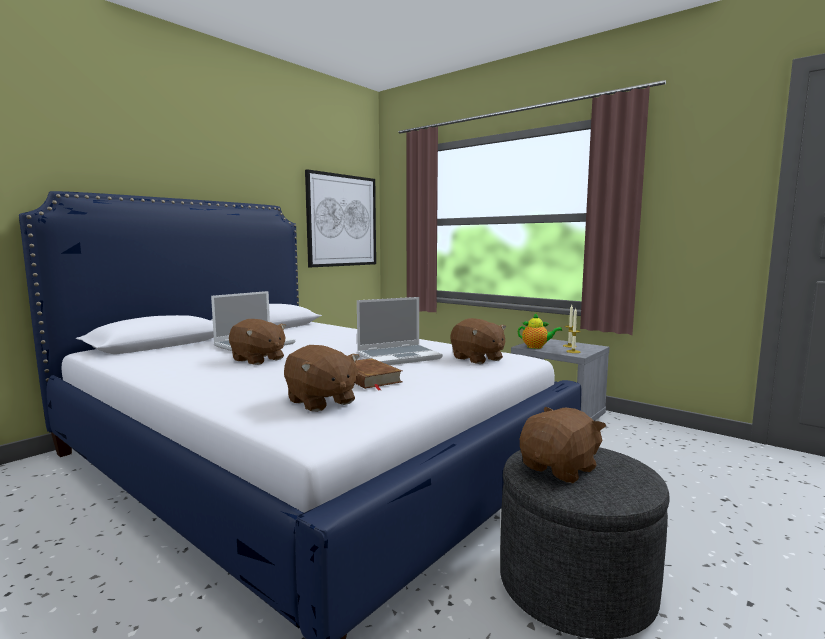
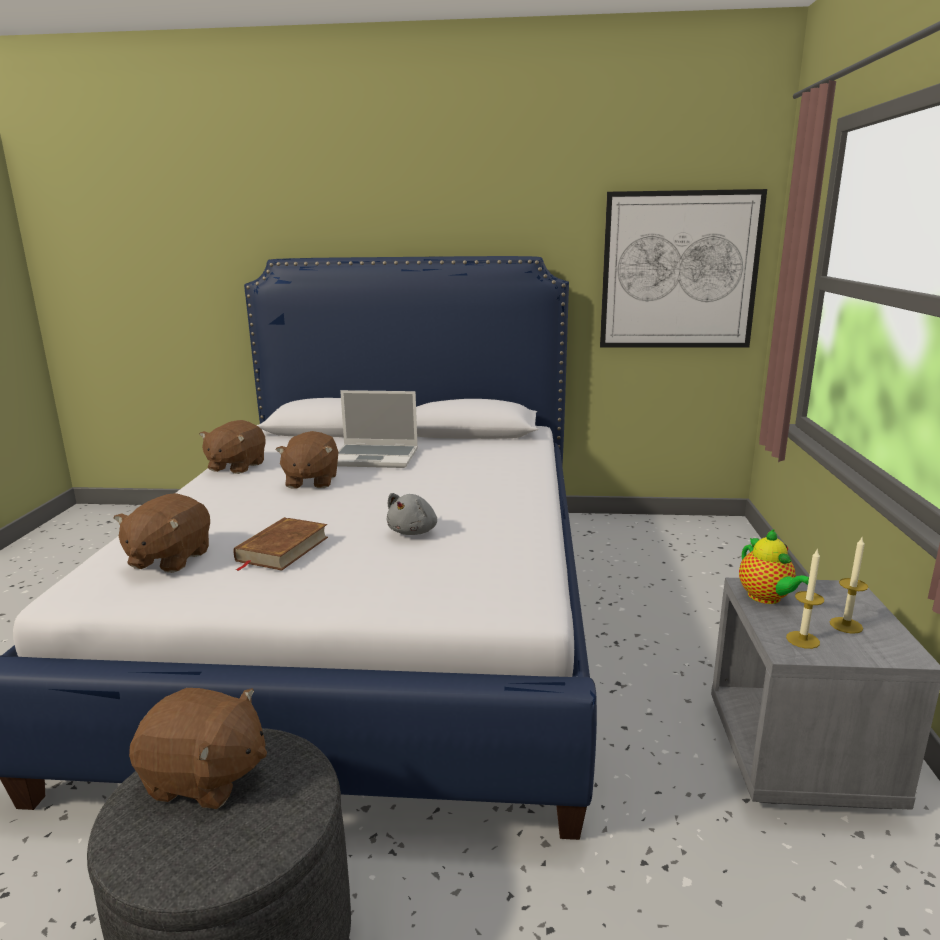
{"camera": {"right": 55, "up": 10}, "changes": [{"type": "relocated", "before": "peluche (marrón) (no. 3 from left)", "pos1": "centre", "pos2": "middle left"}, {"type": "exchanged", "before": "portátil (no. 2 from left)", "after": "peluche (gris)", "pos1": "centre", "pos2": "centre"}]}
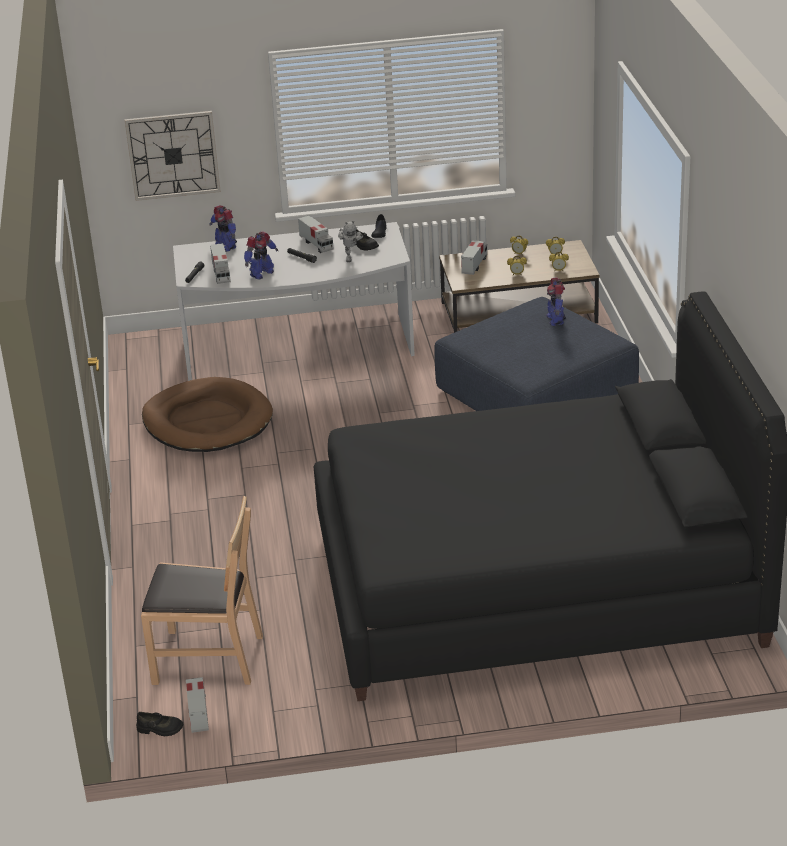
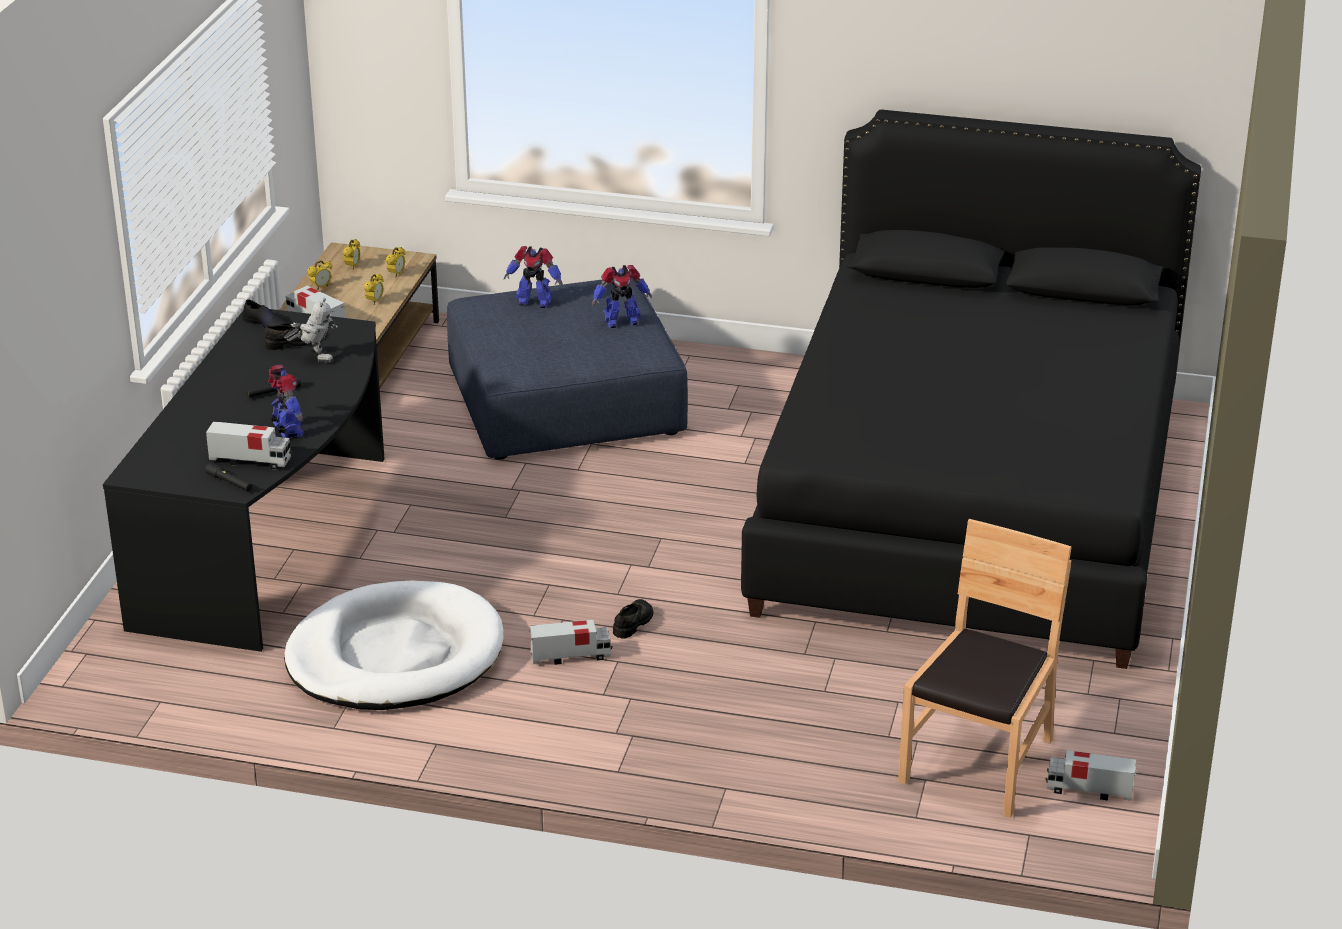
{"camera": {"right": -70, "up": 0}, "changes": [{"type": "colour", "before": "escritorio (blanco)", "after": "escritorio (negro)", "pos1": "centre", "pos2": "middle left"}, {"type": "colour", "before": "cama para perro (marrón)", "after": "cama para perro (blanco)", "pos1": "middle left", "pos2": "bottom left"}, {"type": "relocated", "before": "camión de juguete (no. 3 from left)", "pos1": "top centre", "pos2": "bottom centre"}, {"type": "relocated", "before": "robot de juguete (no. 1 from left in the first image)", "after": "robot de juguete (no. 4 from left)", "pos1": "top left", "pos2": "top centre"}, {"type": "relocated", "before": "zapato (negro) (no. 1 from left in the first image)", "after": "zapato (negro) (no. 3 from left)", "pos1": "bottom left", "pos2": "centre"}, {"type": "missing", "before": "reloj de pared", "pos1": "top left"}]}
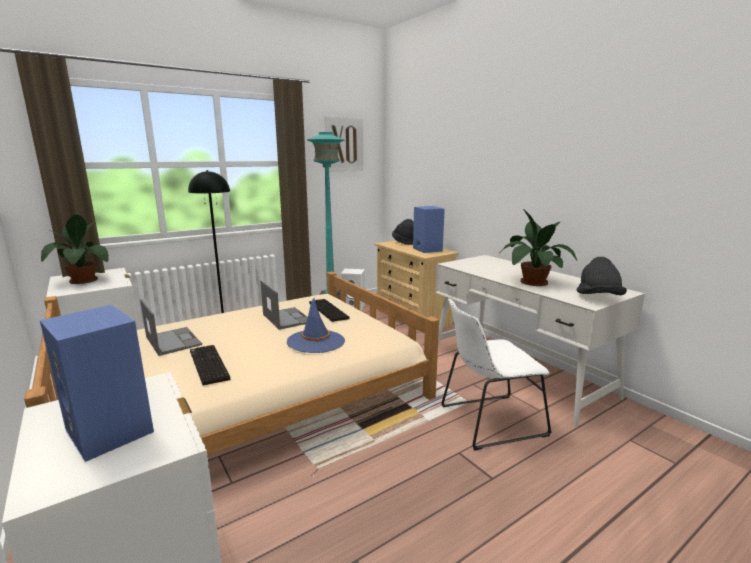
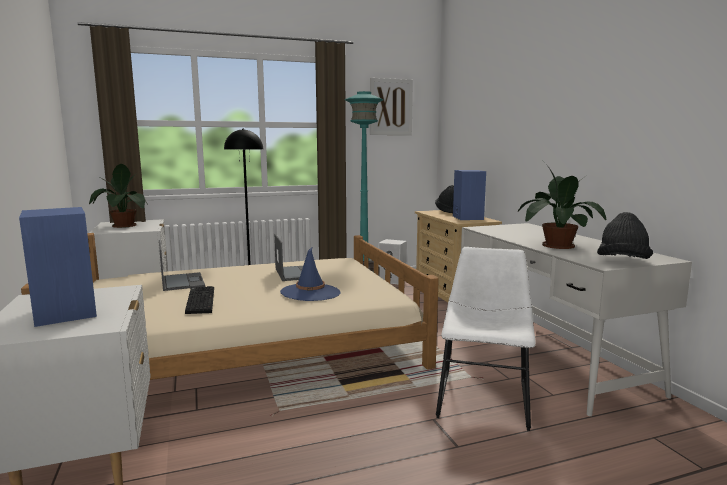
{"camera": {"right": 15, "up": -5}, "changes": [{"type": "spun", "before": "silla (blanco)", "pos1": "centre", "pos2": "bottom right", "turn": 105}, {"type": "missing", "before": "teclado (no. 2 from left)", "pos1": "centre"}]}
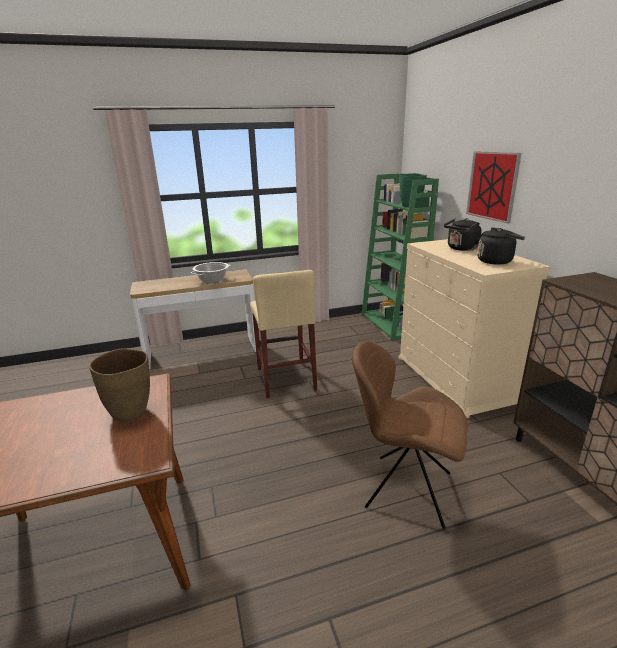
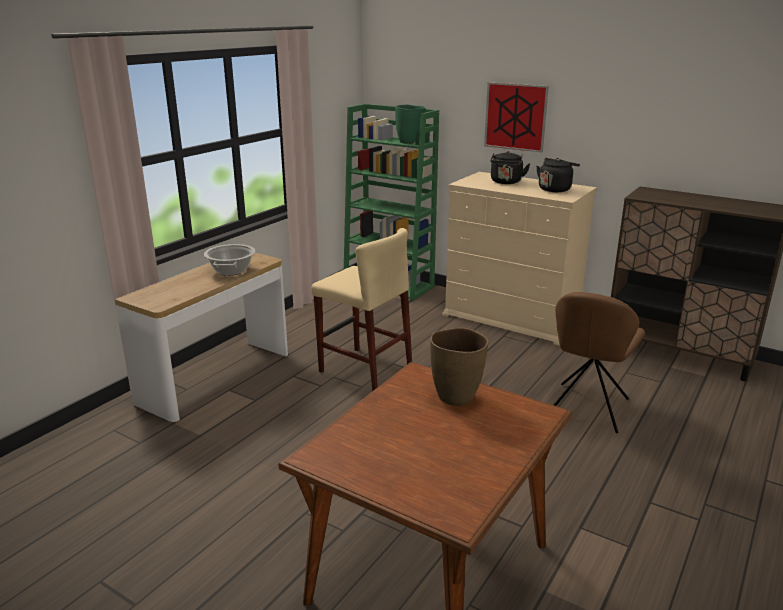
{"camera": {"right": -40, "up": 0}, "changes": [{"type": "spun", "before": "silla (marrón)", "pos1": "bottom centre", "pos2": "middle right", "turn": -45}]}
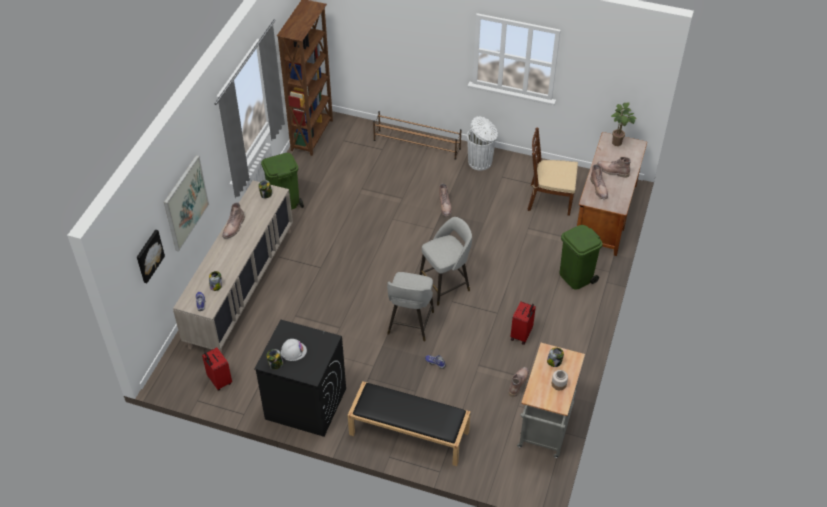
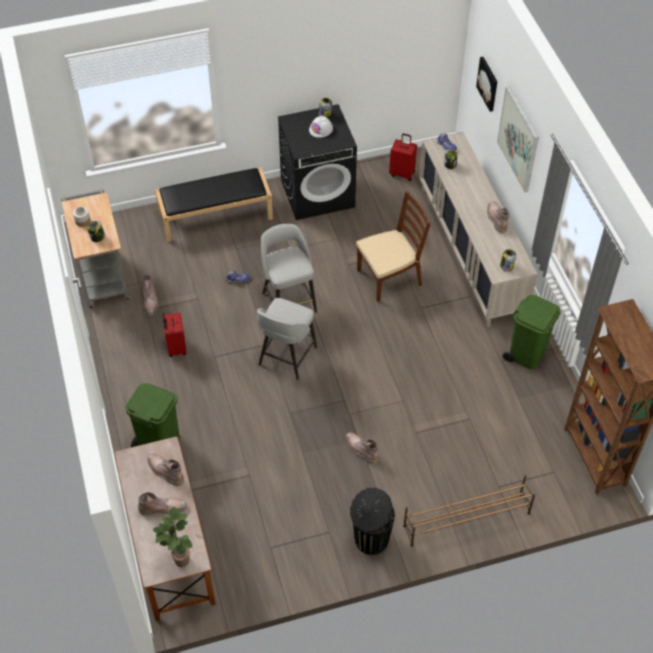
{"camera": {"right": 145, "up": 5}, "changes": [{"type": "colour", "before": "papelera (blanco)", "after": "papelera (negro)", "pos1": "top centre", "pos2": "bottom centre"}, {"type": "relocated", "before": "silla (marrón)", "pos1": "middle right", "pos2": "centre"}]}
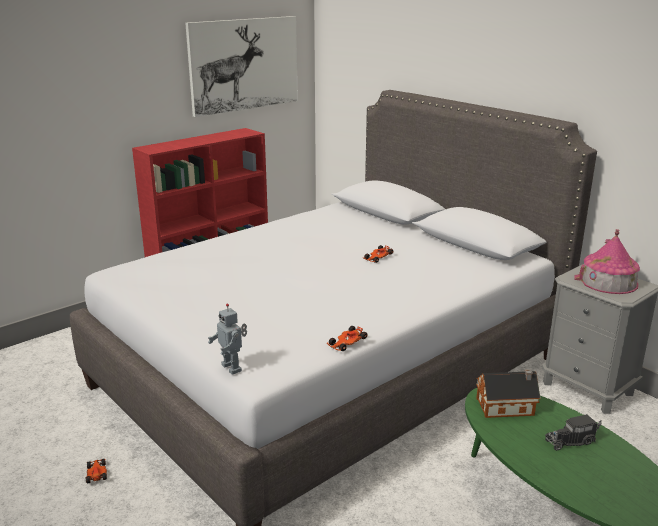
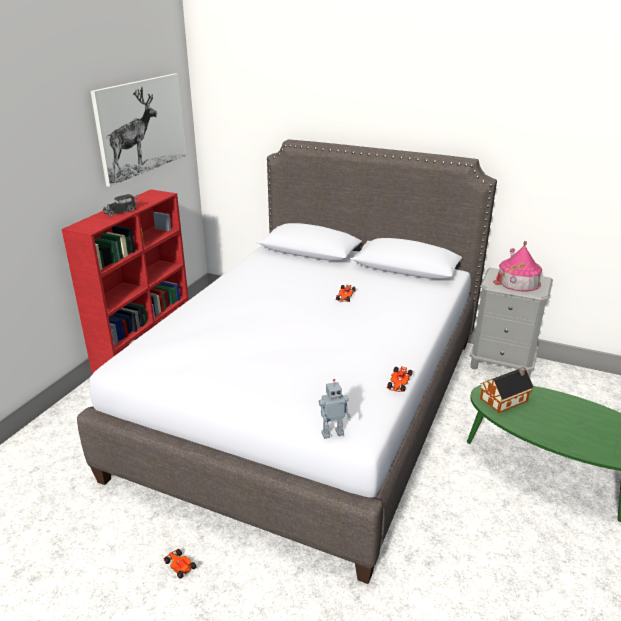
{"camera": {"right": -25, "up": 5}, "changes": [{"type": "relocated", "before": "camión de juguete", "pos1": "bottom right", "pos2": "top left"}, {"type": "spun", "before": "robot de juguete", "pos1": "centre", "pos2": "centre", "turn": -45}]}
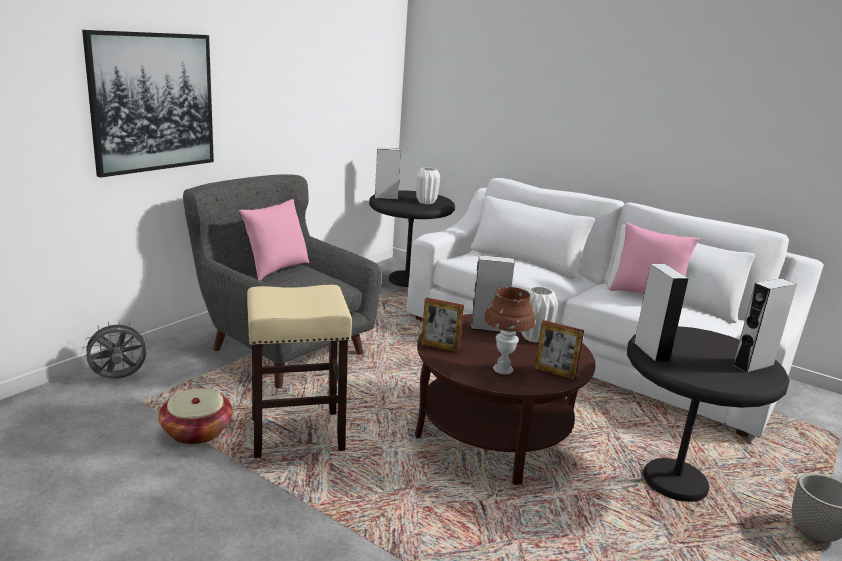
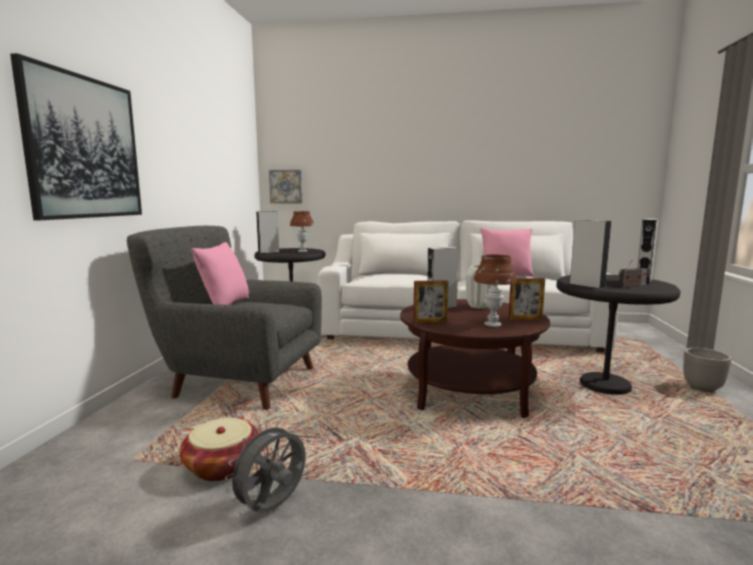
{"camera": {"right": -25, "up": -10}, "changes": [{"type": "relocated", "before": "ventilador (gris)", "pos1": "middle left", "pos2": "bottom centre"}, {"type": "appeared", "after": "cuadro (no. 2 from left)", "pos2": "top centre"}, {"type": "exchanged", "before": "florero (blanco) (no. 1 from left)", "after": "lámpara de mesa (marrón) (no. 1 from left)", "pos1": "top centre", "pos2": "centre"}, {"type": "appeared", "after": "radio", "pos2": "middle right"}, {"type": "missing", "before": "taburete (beis)", "pos1": "centre"}]}
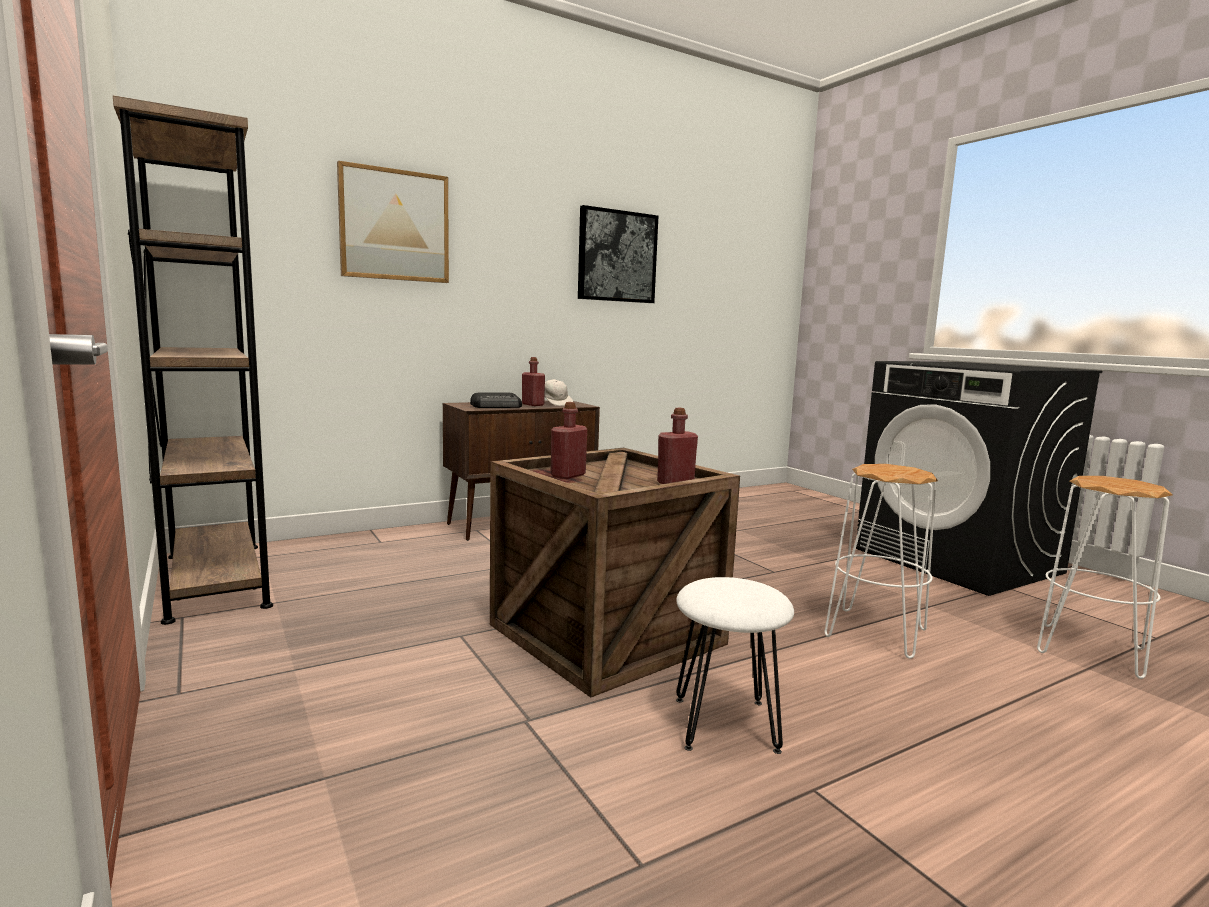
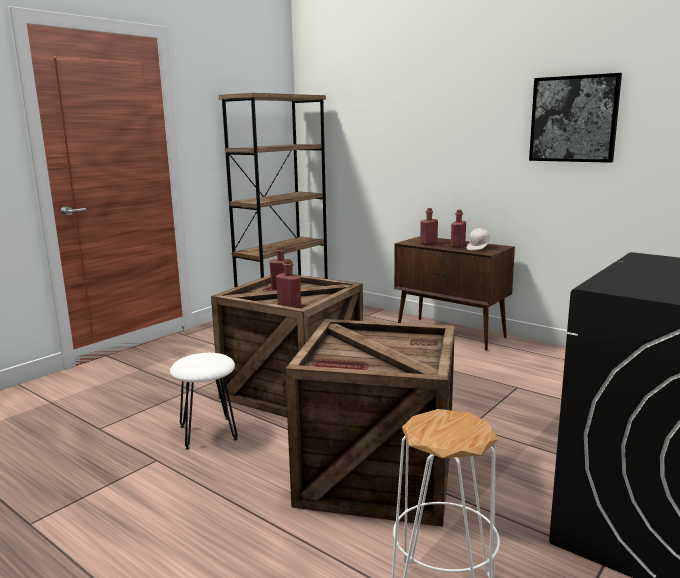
{"camera": {"right": 70, "up": 5}, "changes": [{"type": "exchanged", "before": "taburete (blanco) (no. 2 from left)", "after": "caja de embalaje (no. 2 from left)", "pos1": "middle right", "pos2": "bottom centre"}, {"type": "exchanged", "before": "radio", "after": "botella (rojo) (no. 3 from left)", "pos1": "centre", "pos2": "centre"}, {"type": "missing", "before": "cuadro (no. 1 from left)", "pos1": "top left"}]}
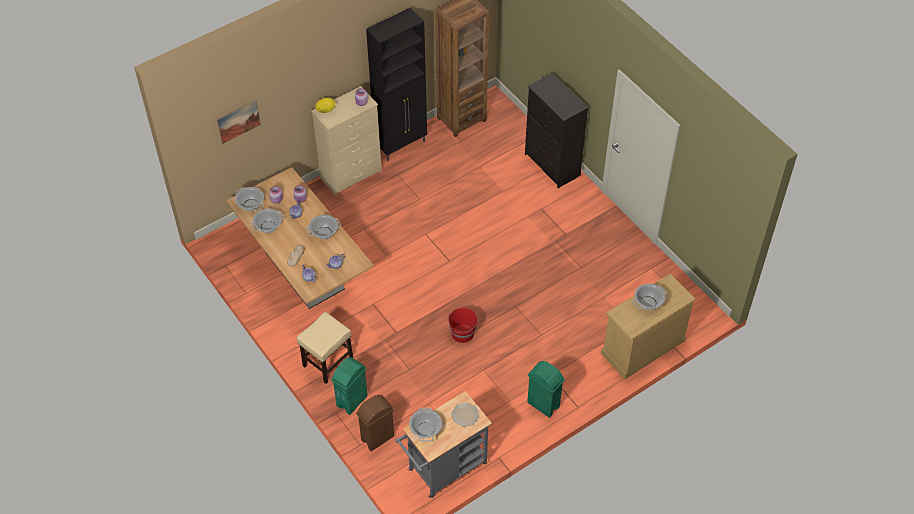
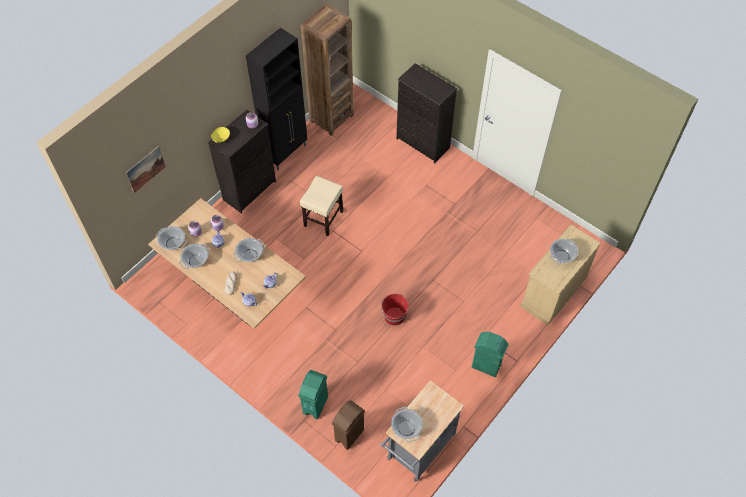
{"camera": {"right": -15, "up": 5}, "changes": [{"type": "colour", "before": "cómoda (beis) (no. 1 from left)", "after": "cómoda (negro) (no. 1 from left)", "pos1": "top centre", "pos2": "top left"}, {"type": "relocated", "before": "taburete (beis)", "pos1": "bottom centre", "pos2": "centre"}, {"type": "missing", "before": "plato", "pos1": "bottom centre"}]}
